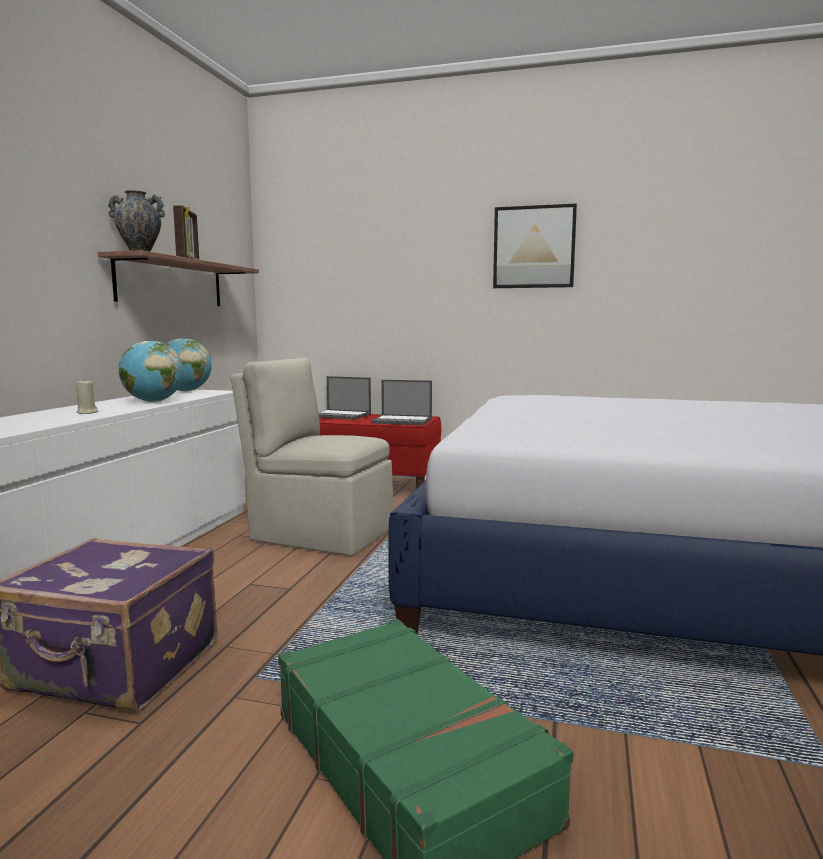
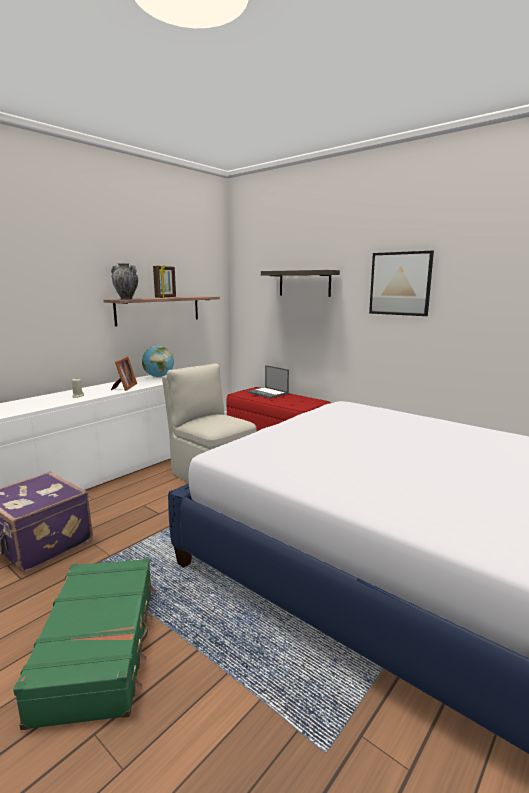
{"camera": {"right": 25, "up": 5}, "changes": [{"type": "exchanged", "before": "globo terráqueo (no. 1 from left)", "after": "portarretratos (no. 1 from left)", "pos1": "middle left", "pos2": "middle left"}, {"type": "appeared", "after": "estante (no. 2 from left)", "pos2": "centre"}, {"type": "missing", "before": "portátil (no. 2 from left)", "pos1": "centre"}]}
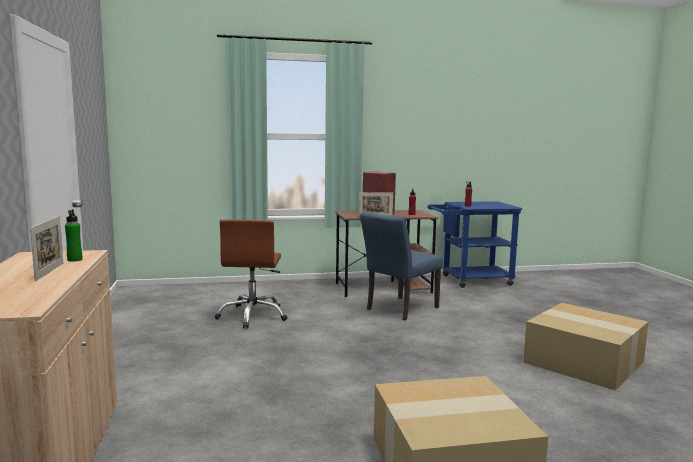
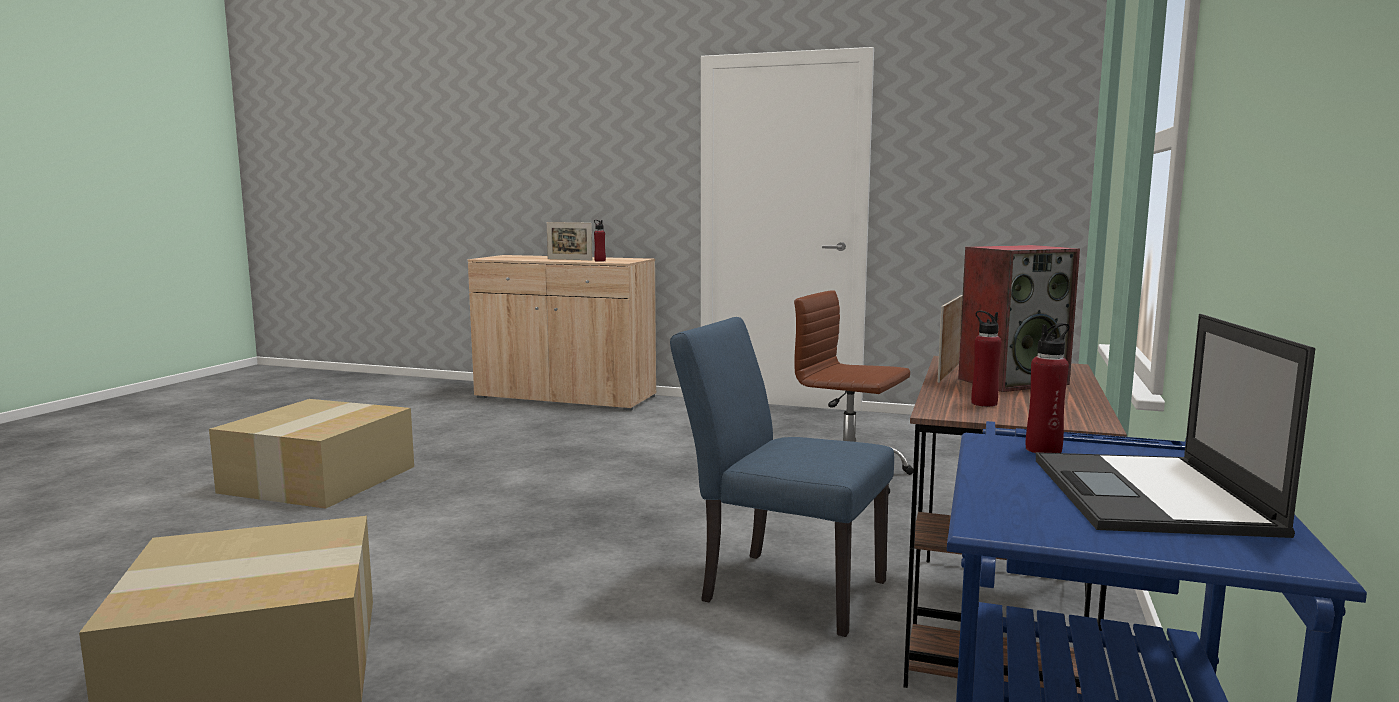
{"camera": {"right": 120, "up": 0}, "changes": [{"type": "colour", "before": "botella (verde)", "after": "botella (rojo) (no. 1 from left)", "pos1": "middle left", "pos2": "centre"}, {"type": "spun", "before": "silla (azul)", "pos1": "centre", "pos2": "bottom centre", "turn": -45}, {"type": "appeared", "after": "portátil", "pos2": "middle right"}]}
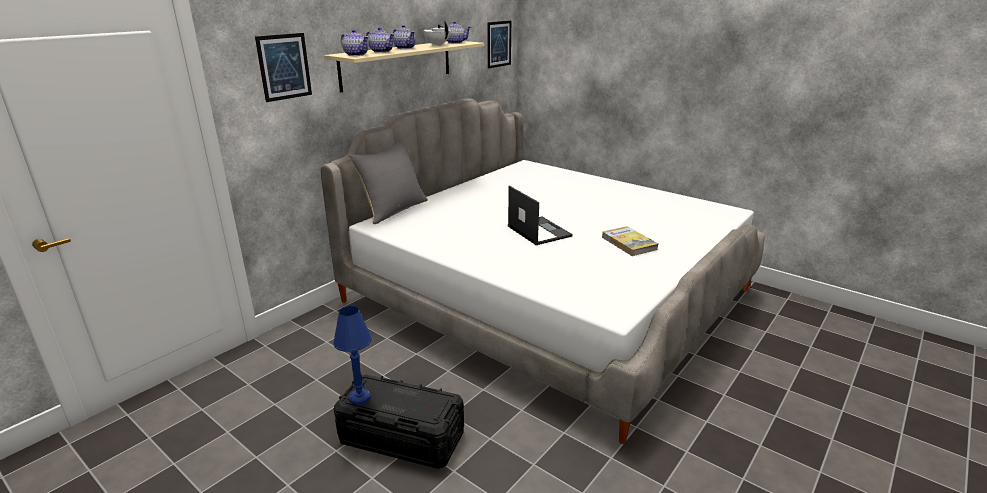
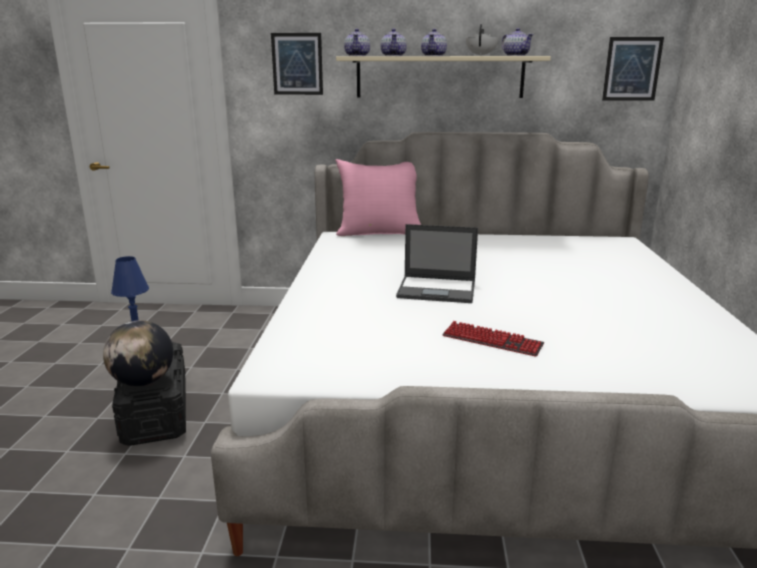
{"camera": {"right": 55, "up": -5}, "changes": [{"type": "appeared", "after": "globo terráqueo", "pos2": "middle left"}, {"type": "colour", "before": "cojín (gris)", "after": "cojín (rosa)", "pos1": "centre", "pos2": "centre"}, {"type": "spun", "before": "portátil", "pos1": "centre", "pos2": "centre", "turn": 75}, {"type": "exchanged", "before": "libro", "after": "teclado", "pos1": "centre", "pos2": "centre"}]}
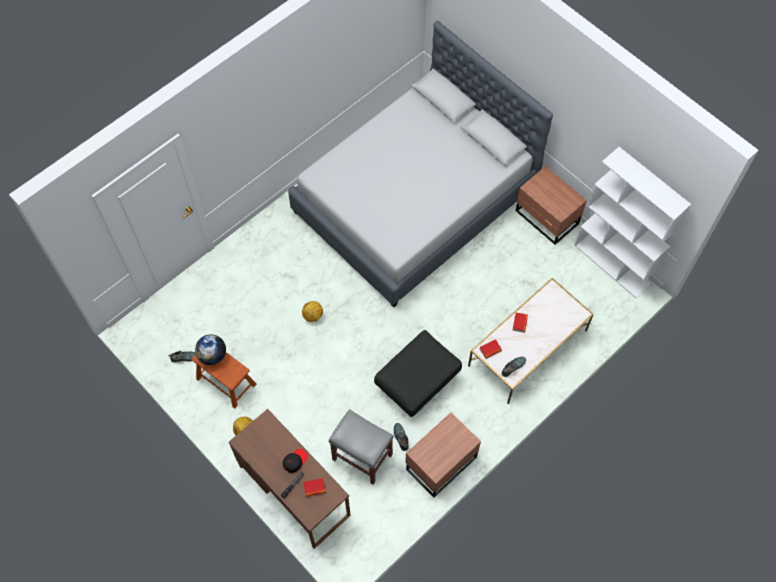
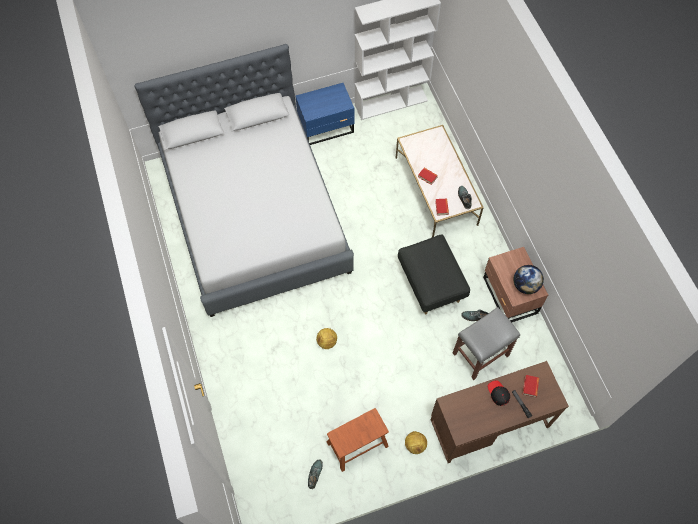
{"camera": {"right": -65, "up": 0}, "changes": [{"type": "colour", "before": "mesita de noche (marrón) (no. 2 from left)", "after": "mesita de noche (azul)", "pos1": "middle right", "pos2": "top centre"}, {"type": "relocated", "before": "globo terráqueo", "pos1": "middle left", "pos2": "middle right"}]}
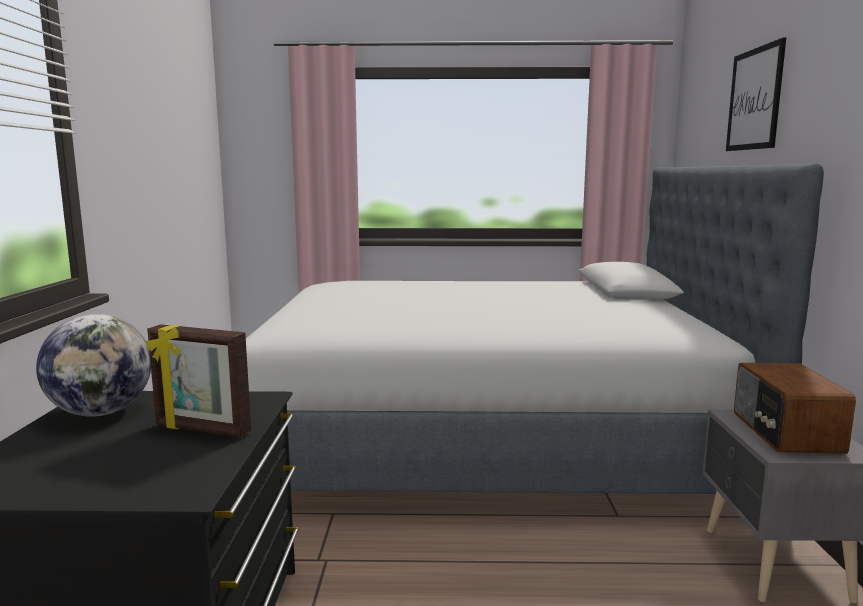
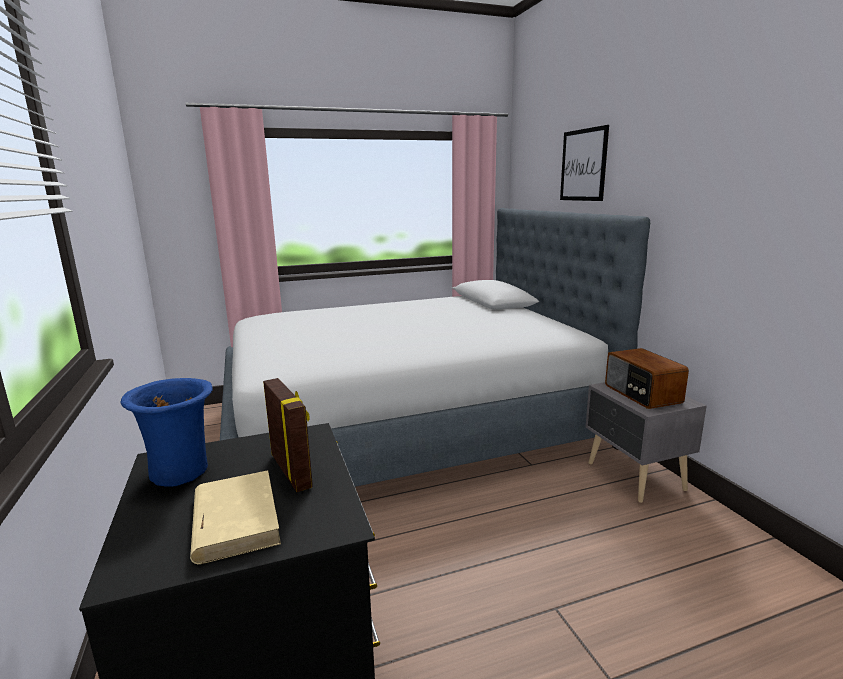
{"camera": {"right": -20, "up": 5}, "changes": [{"type": "exchanged", "before": "globo terráqueo", "after": "florero (azul)", "pos1": "middle left", "pos2": "middle left"}, {"type": "appeared", "after": "libro (beis)", "pos2": "bottom left"}, {"type": "spun", "before": "portarretratos", "pos1": "middle left", "pos2": "centre", "turn": -120}]}
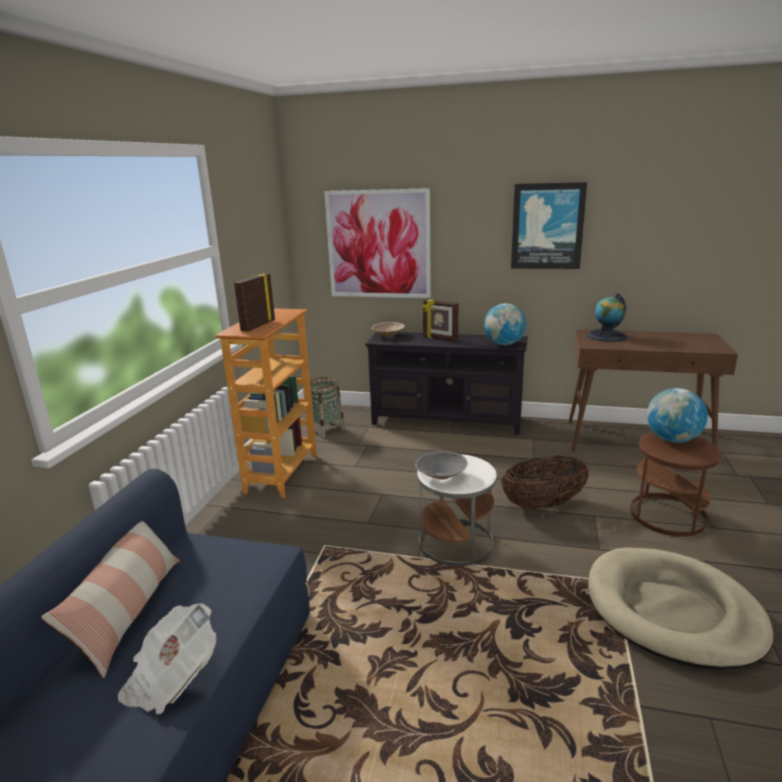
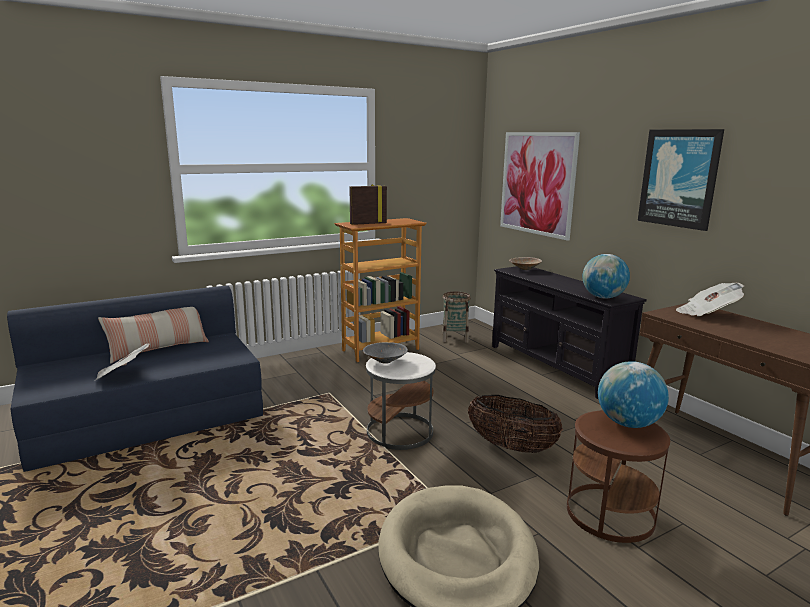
{"camera": {"right": 45, "up": -5}, "changes": [{"type": "exchanged", "before": "globo terráqueo (no. 2 from left)", "after": "periódico (no. 2 from left)", "pos1": "middle right", "pos2": "middle right"}, {"type": "missing", "before": "portarretratos (no. 2 from left)", "pos1": "centre"}]}
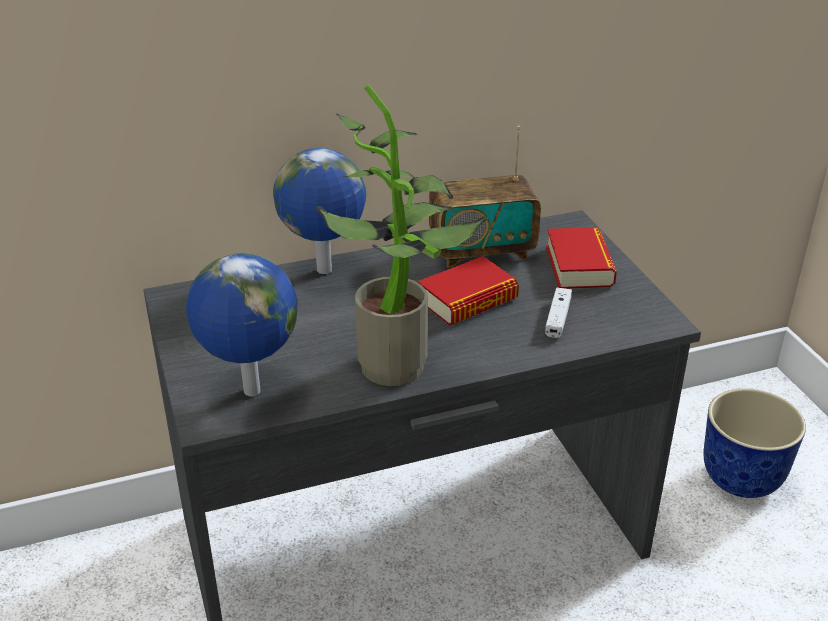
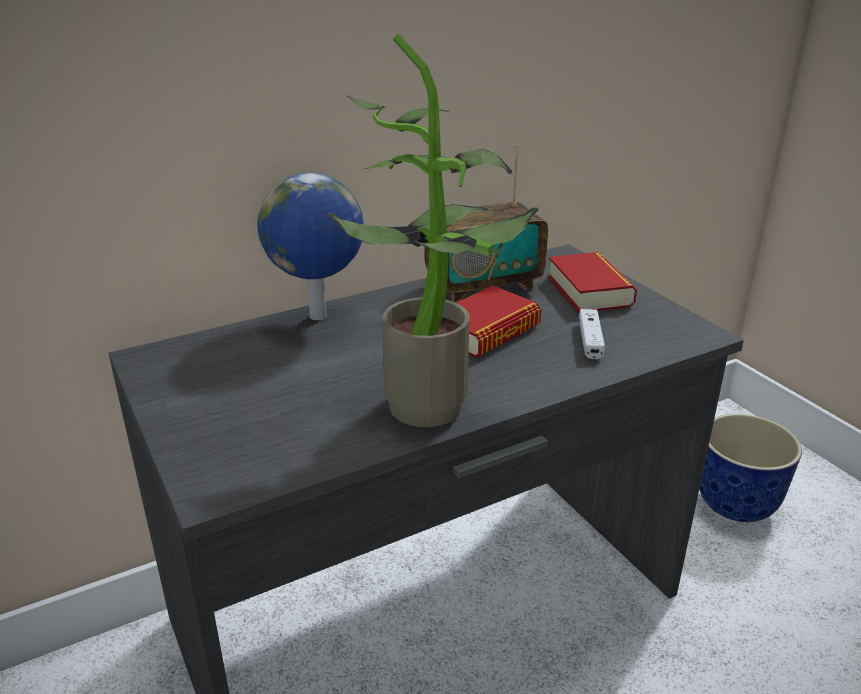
{"camera": {"right": -10, "up": -5}, "changes": [{"type": "missing", "before": "globo terráqueo (no. 1 from left)", "pos1": "middle left"}]}
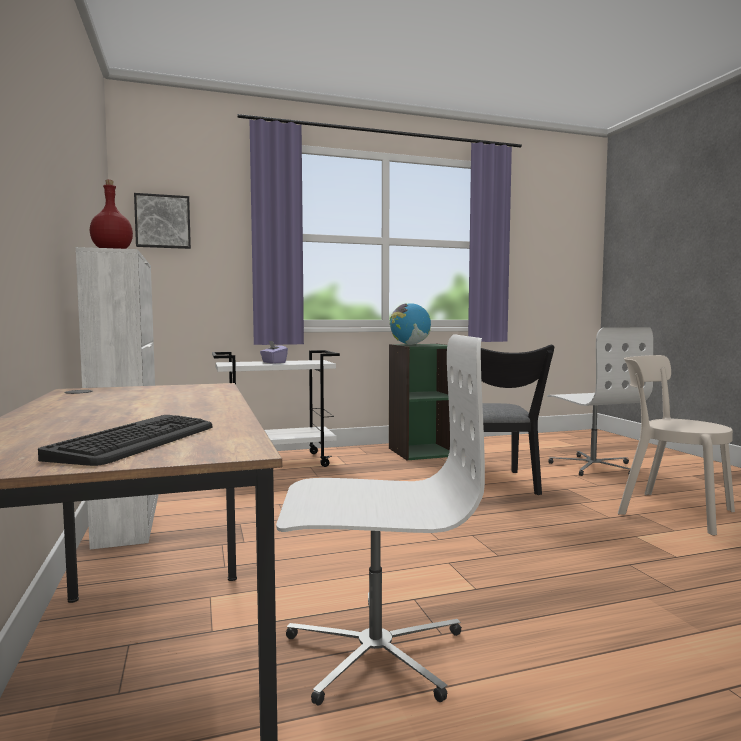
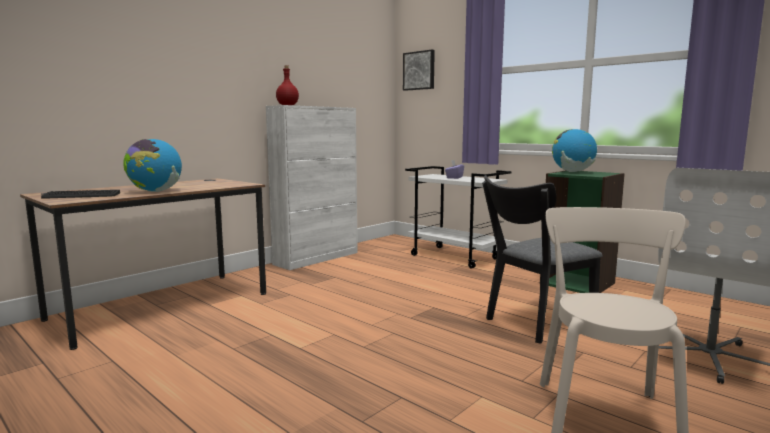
{"camera": {"right": 60, "up": 5}, "changes": [{"type": "appeared", "after": "globo terráqueo (no. 1 from left)", "pos2": "middle left"}, {"type": "missing", "before": "silla de oficina (blanco) (no. 1 from left)", "pos1": "bottom centre"}]}
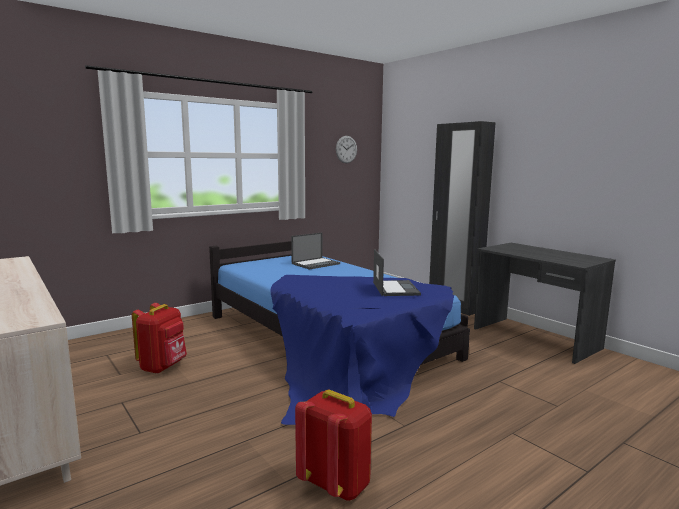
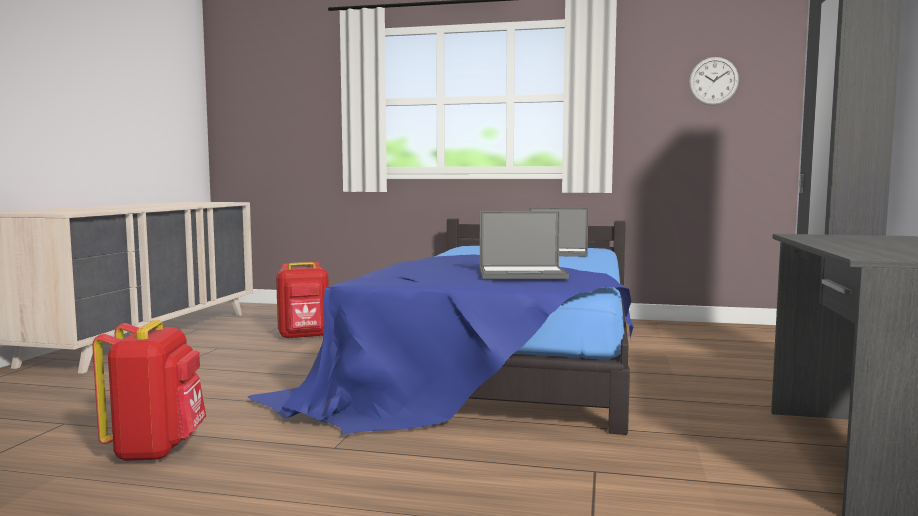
{"camera": {"right": 50, "up": -5}, "changes": [{"type": "spun", "before": "portátil (no. 2 from left in the first image)", "pos1": "centre", "pos2": "centre", "turn": 45}]}
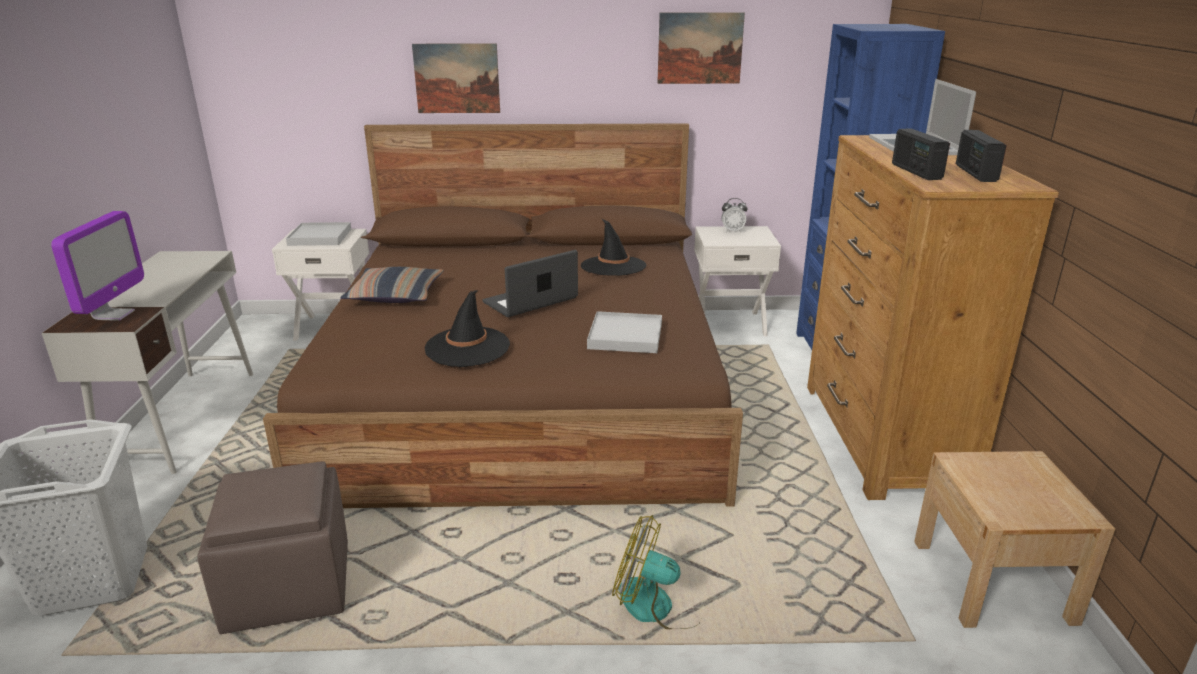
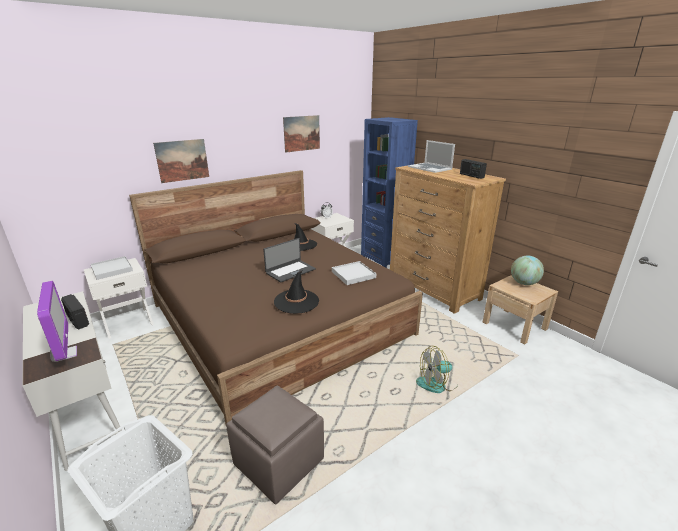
{"camera": {"right": -35, "up": 0}, "changes": [{"type": "relocated", "before": "radio (no. 1 from left)", "pos1": "top right", "pos2": "middle left"}, {"type": "spun", "before": "portátil (no. 1 from left)", "pos1": "centre", "pos2": "centre", "turn": -150}, {"type": "appeared", "after": "globo terráqueo", "pos2": "middle right"}, {"type": "missing", "before": "cojín", "pos1": "middle left"}]}
